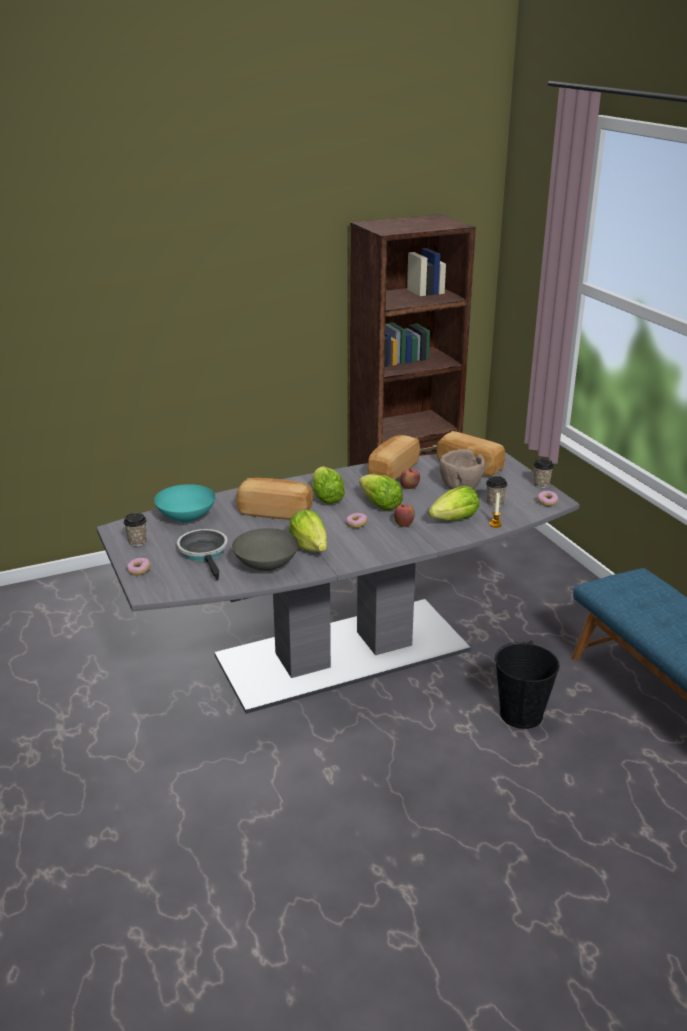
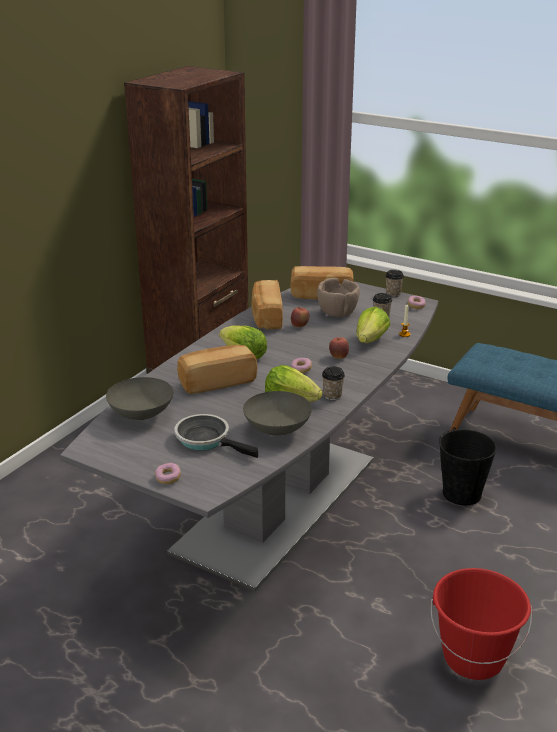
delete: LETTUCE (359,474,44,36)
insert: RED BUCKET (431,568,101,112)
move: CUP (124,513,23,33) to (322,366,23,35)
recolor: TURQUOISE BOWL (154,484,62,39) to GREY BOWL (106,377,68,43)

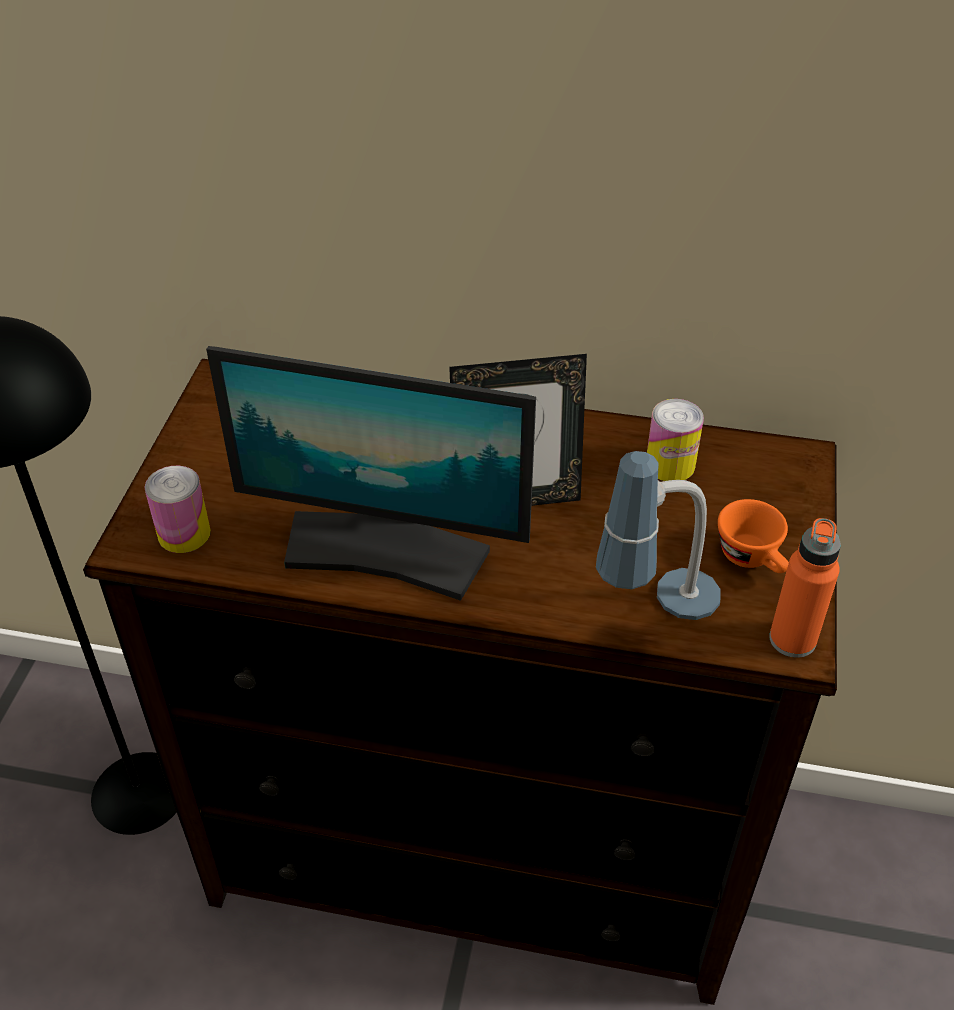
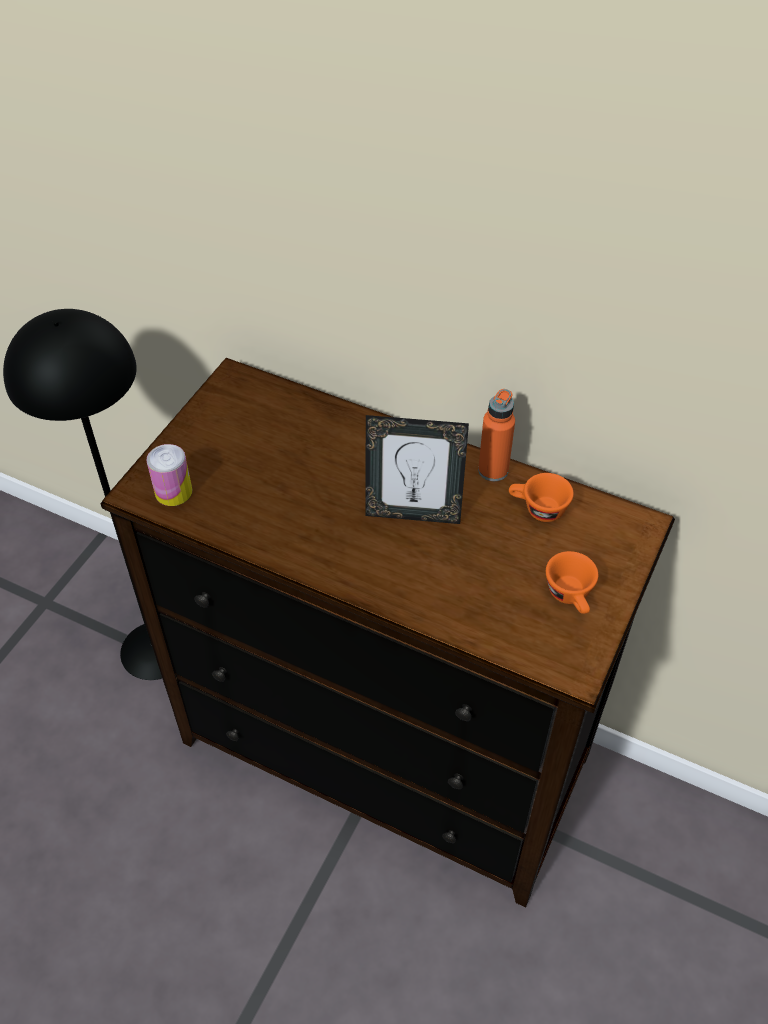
delete: MONITOR (206,346,330,255); TABLE LAMP (596,451,125,169)
move: ORANGE BOTTLE (769,518,72,140) to (478,389,37,92)
replace: CAN (647,399,57,82) to ORANGE CUP (509,473,65,49)

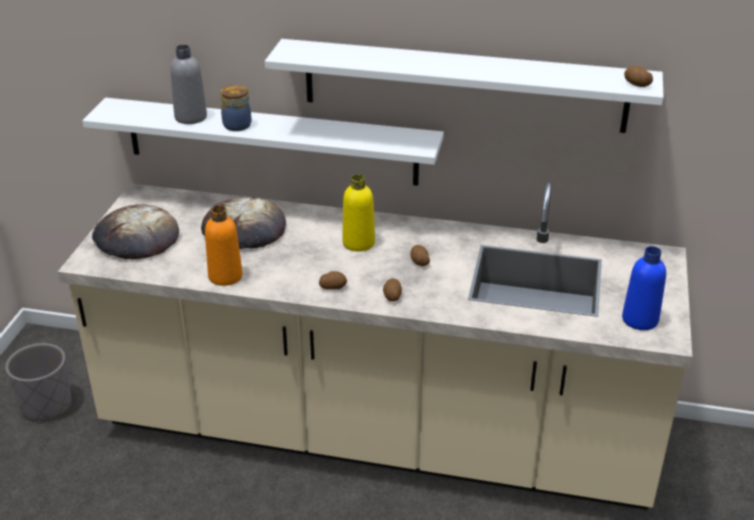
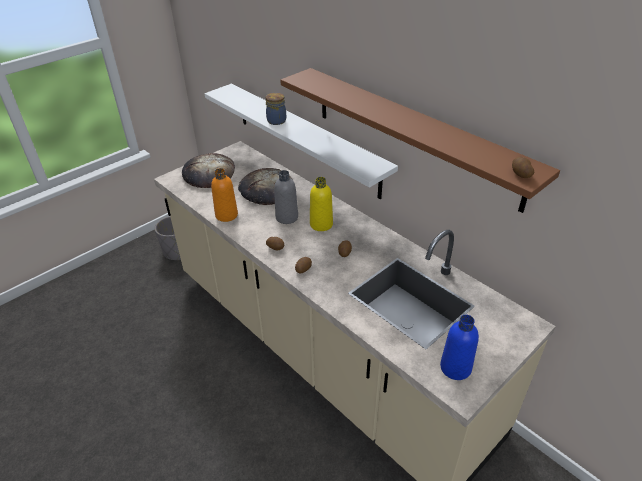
move: GREY BOTTLE (170,45,37,79) to (274,170,24,54)
recolor: WHITE SHELF (265,39,399,94) to BROWN SHELF (280,68,280,145)

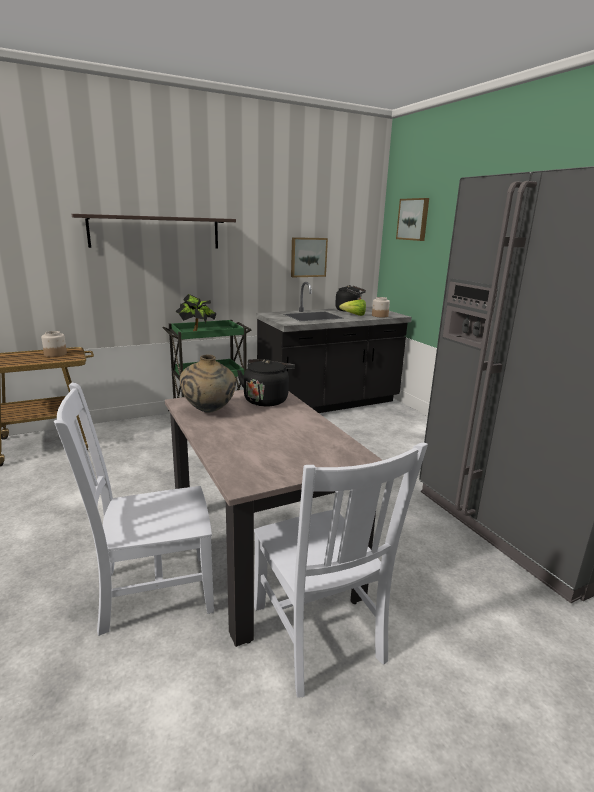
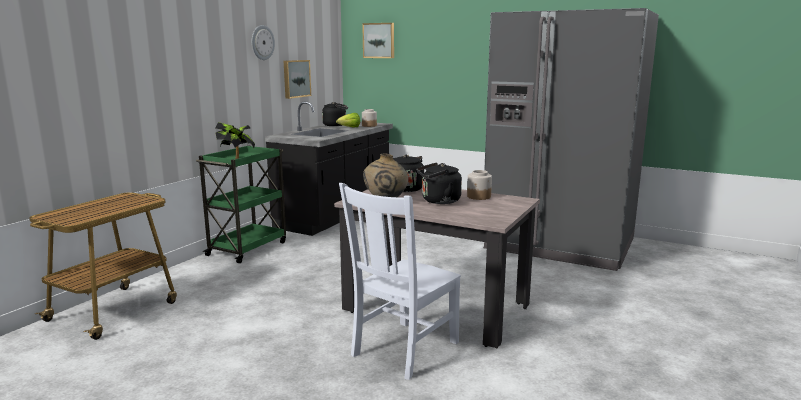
delete: SHELF (71,214,165,35); WHITE CHAIR (254,443,174,255)
insert: WALL CLOCK (252,25,23,35); BLACK KETTLE (417,162,45,42)
move: JAR (41,331,26,26) to (467,170,25,30)

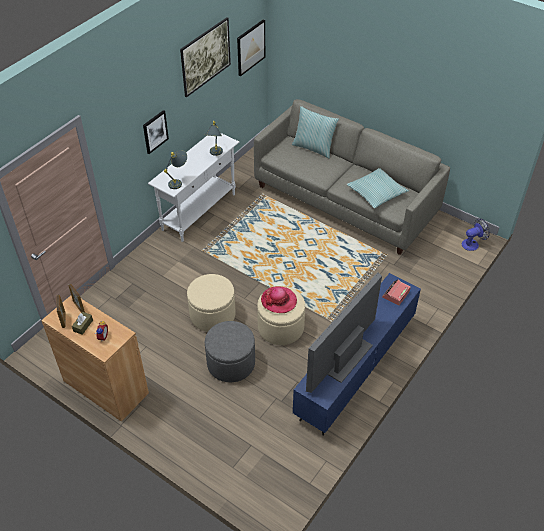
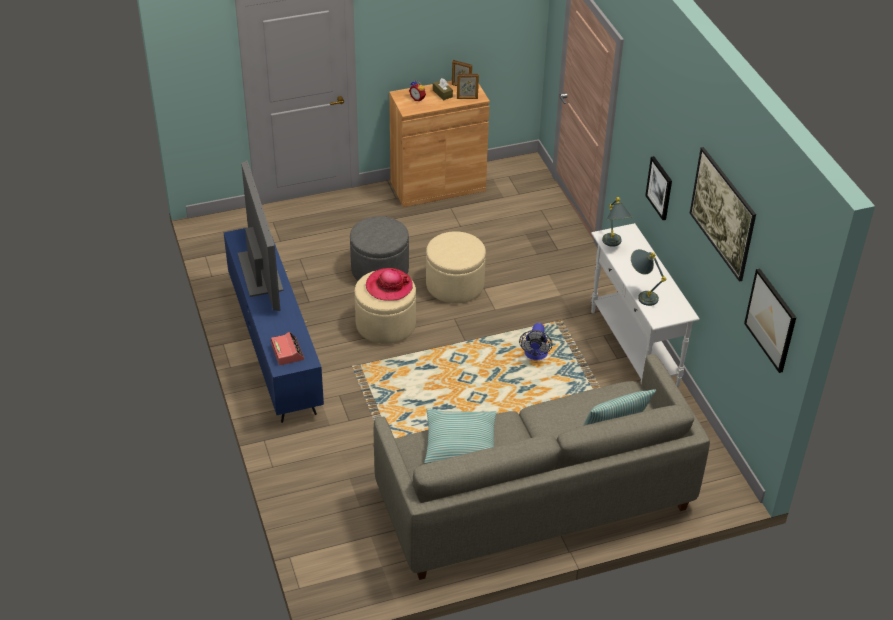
move: FAN (462,218,28,33) to (519,323,33,37)

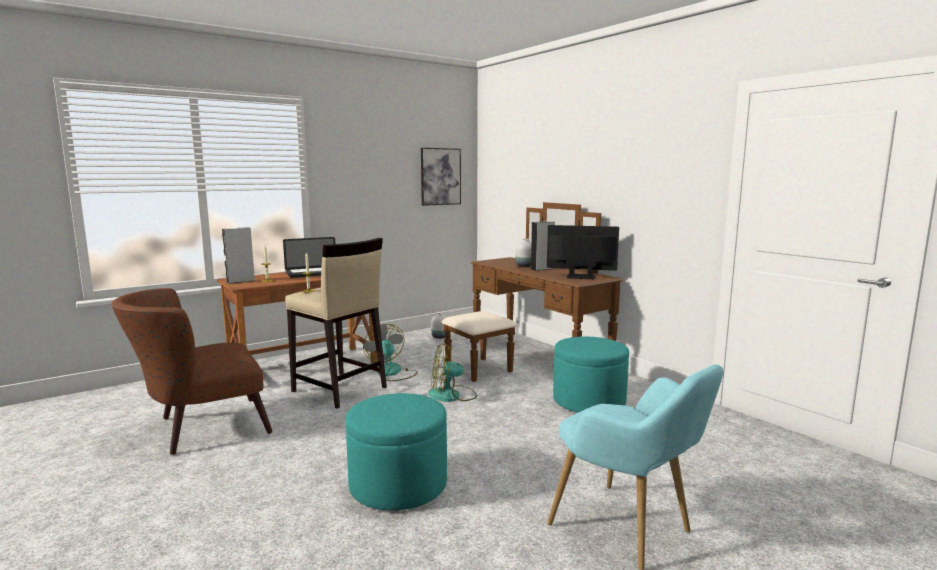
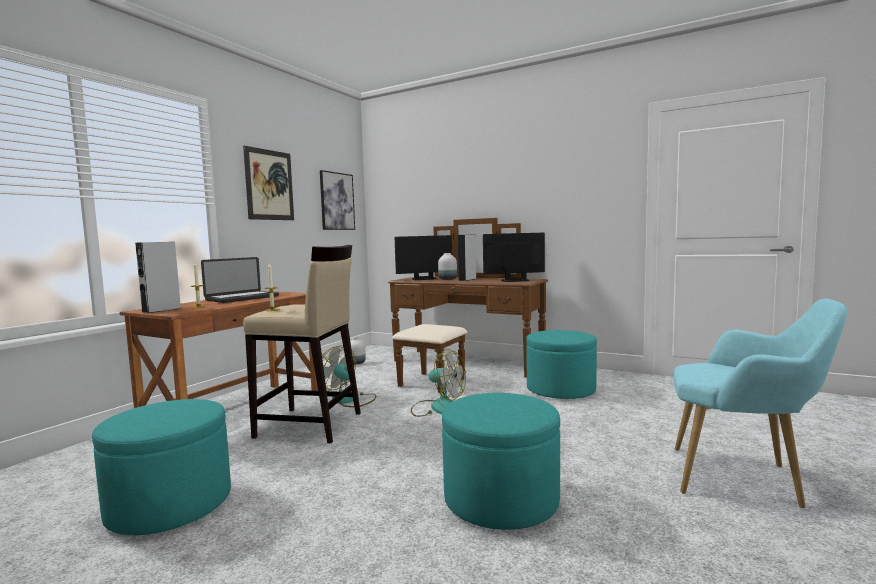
insert: PICTURE (243,146,51,74); MONITOR (395,235,57,45)
replace: BROWN ARMCHAIR (111,288,162,167) to TURQUOISE OTTOMAN (92,399,139,136)
rotate: FAN (428,343,49,59) = (411,349,55,68) 120 degrees counterclockwise

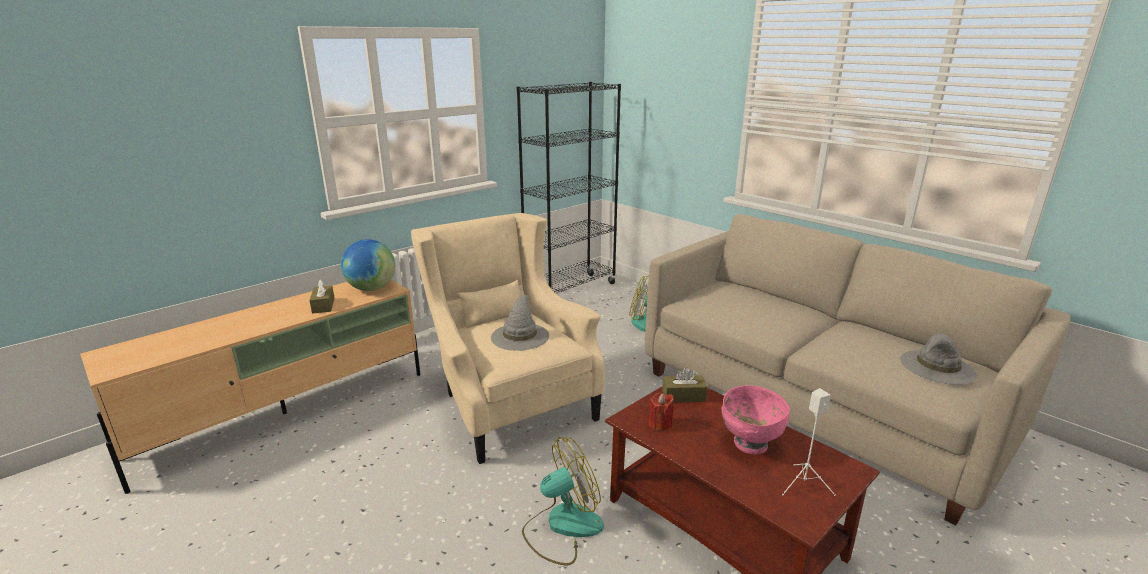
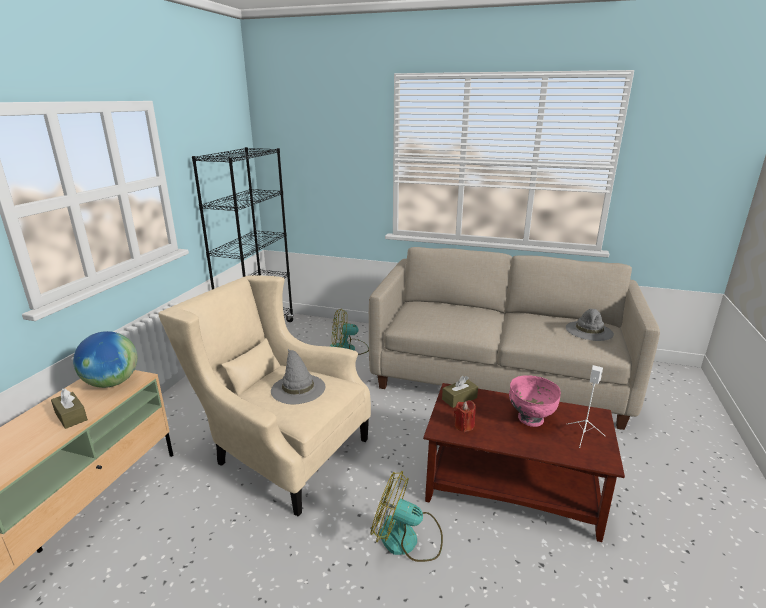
rotate: FAN (522,437,82,128) = (371,471,72,91) 105 degrees counterclockwise

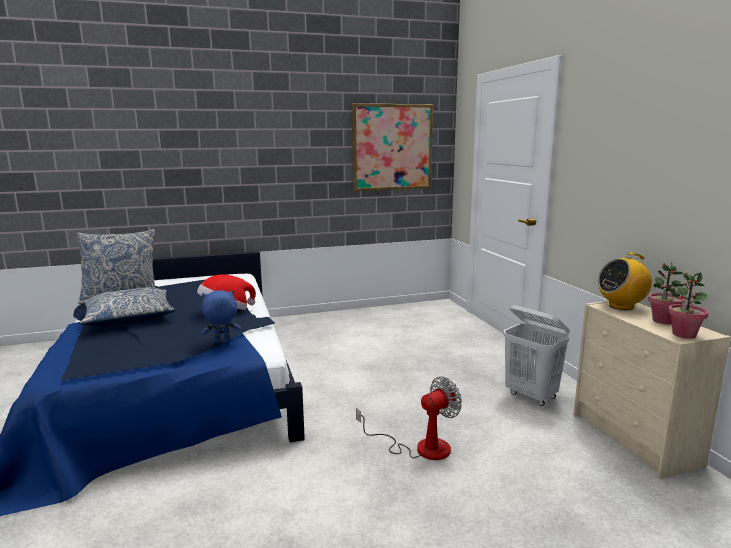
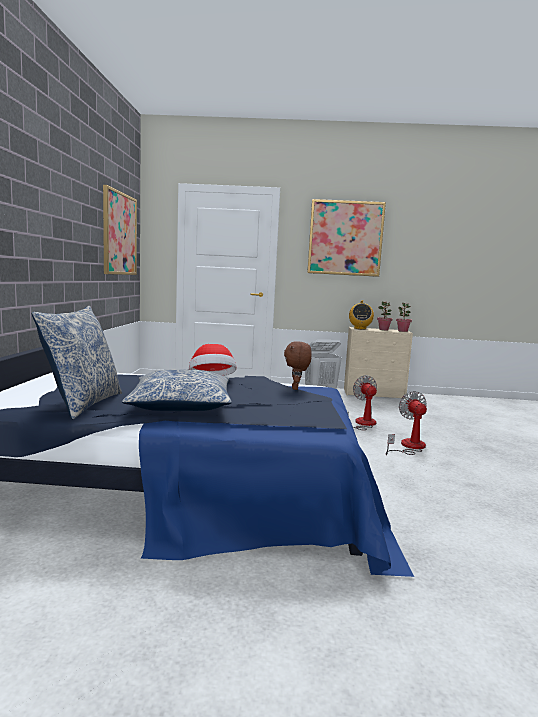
insert: PICTURE (307,199,79,78); FAN (386,391,41,64)
recolor: BLUE PLUSH TOY (202,290,39,53) to BROWN PLUSH TOY (284,341,28,49)

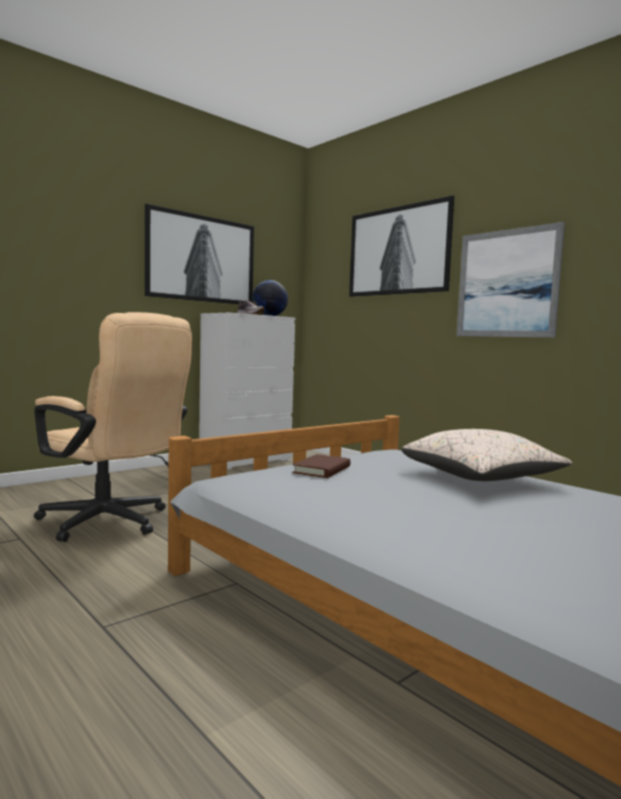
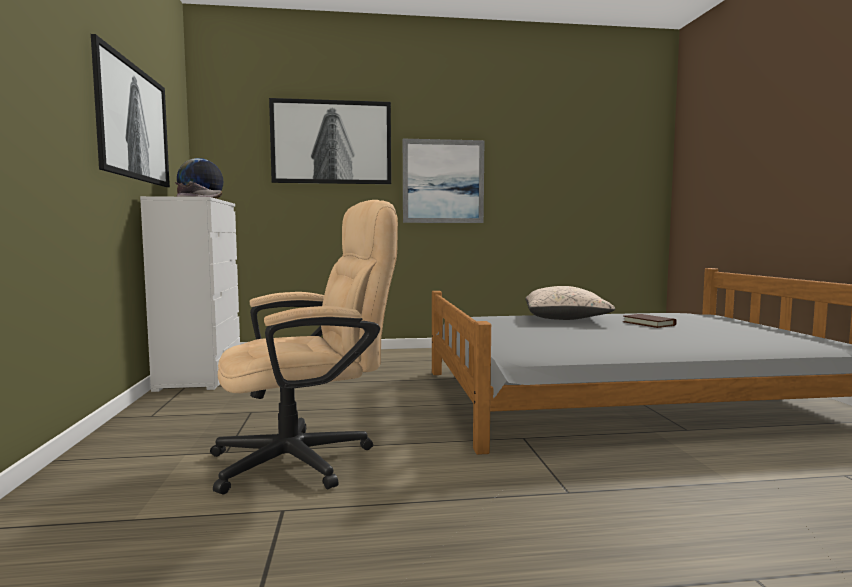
move: BROWN BOOK (292,454,58,24) to (623,314,54,14)

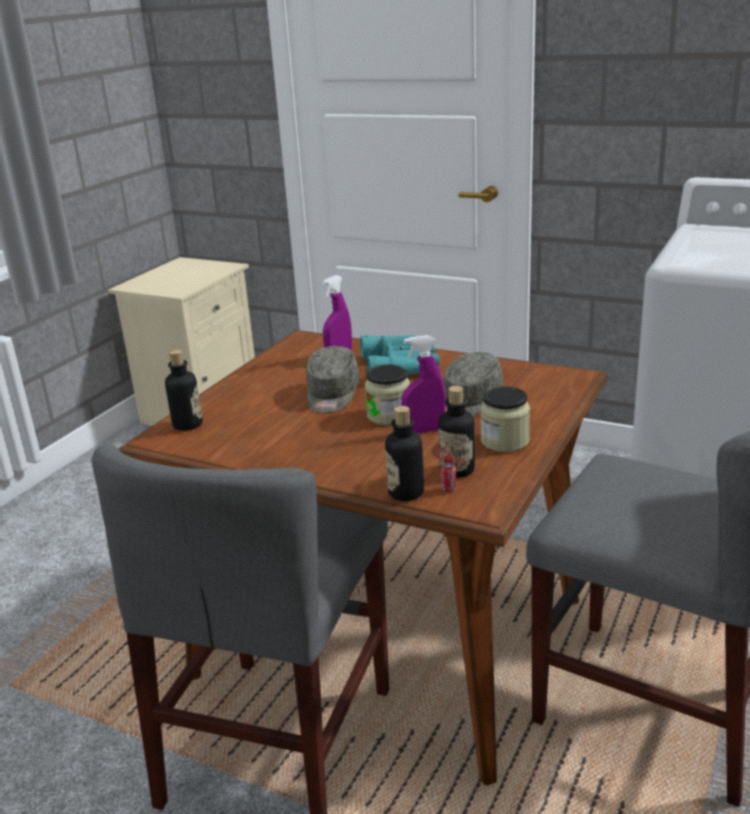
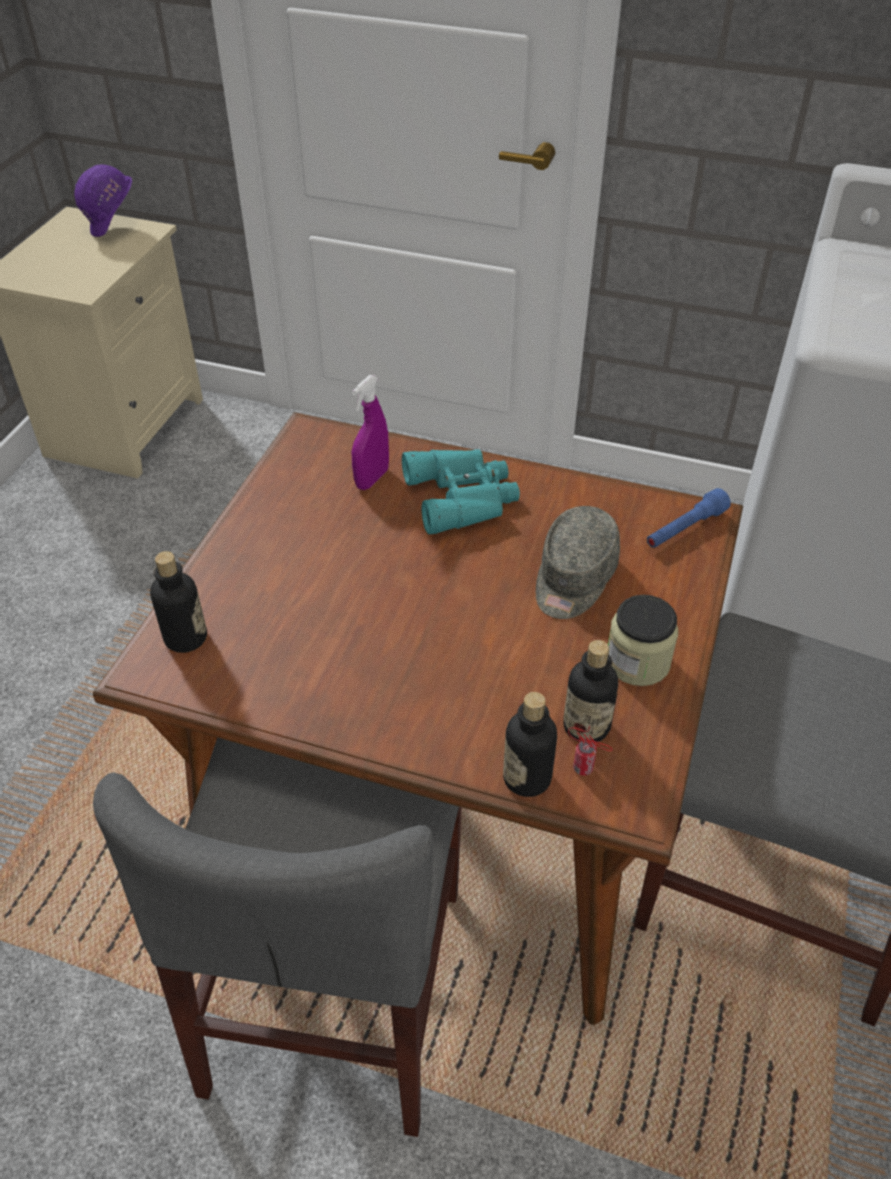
delete: GREY CAP (306,346,53,67); JAR (365,365,45,60); PURPLE SPRAY BOTTLE (401,335,45,99)
insert: PURPLE HARD HAT (74,164,58,73); BLUE FLASHLIGHT (647,488,84,60)

